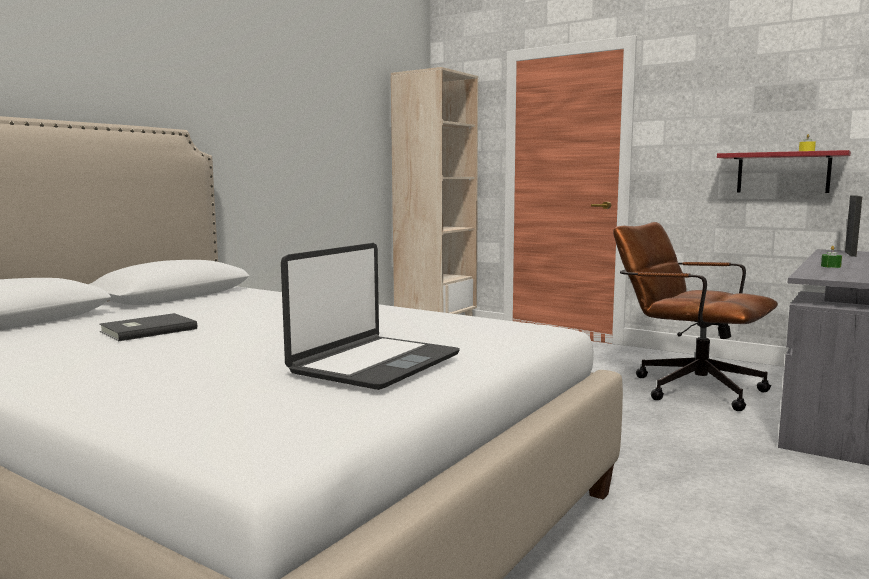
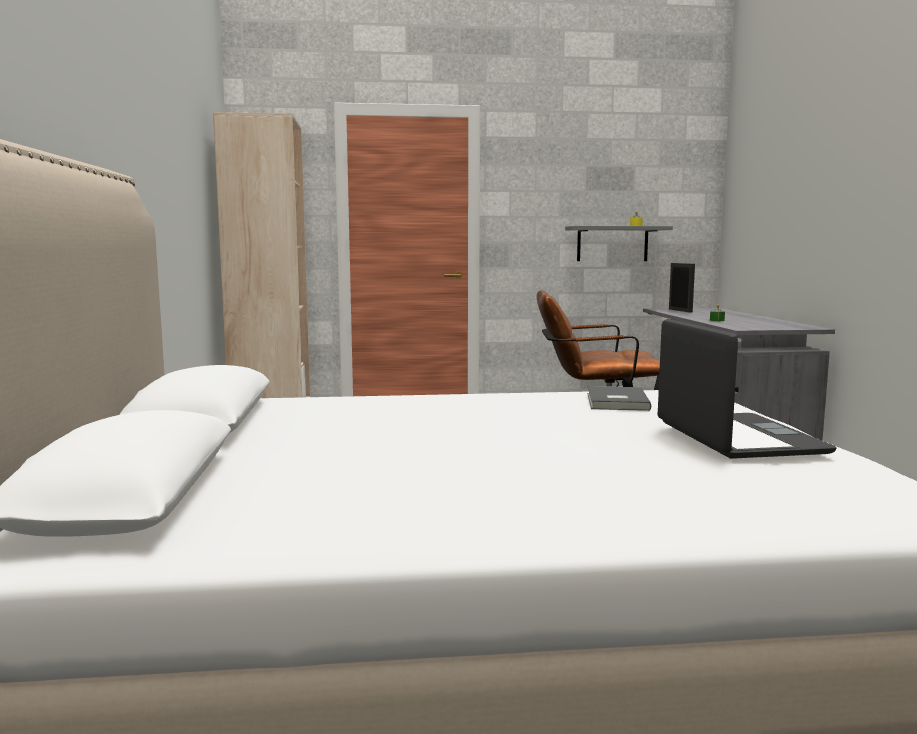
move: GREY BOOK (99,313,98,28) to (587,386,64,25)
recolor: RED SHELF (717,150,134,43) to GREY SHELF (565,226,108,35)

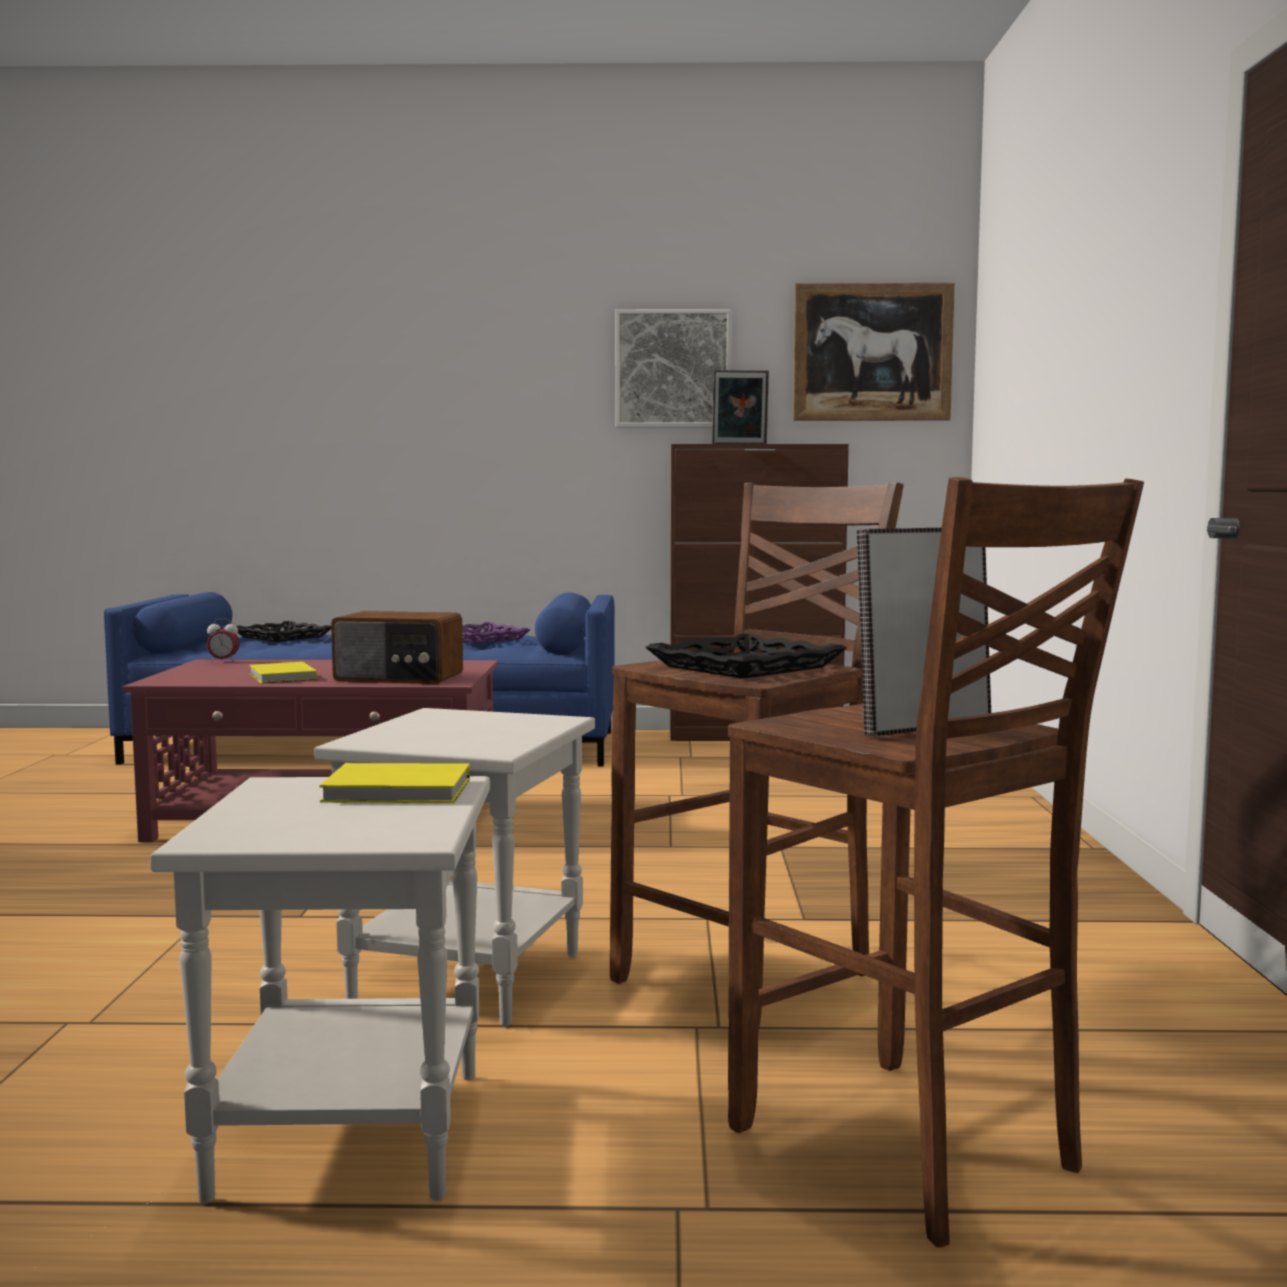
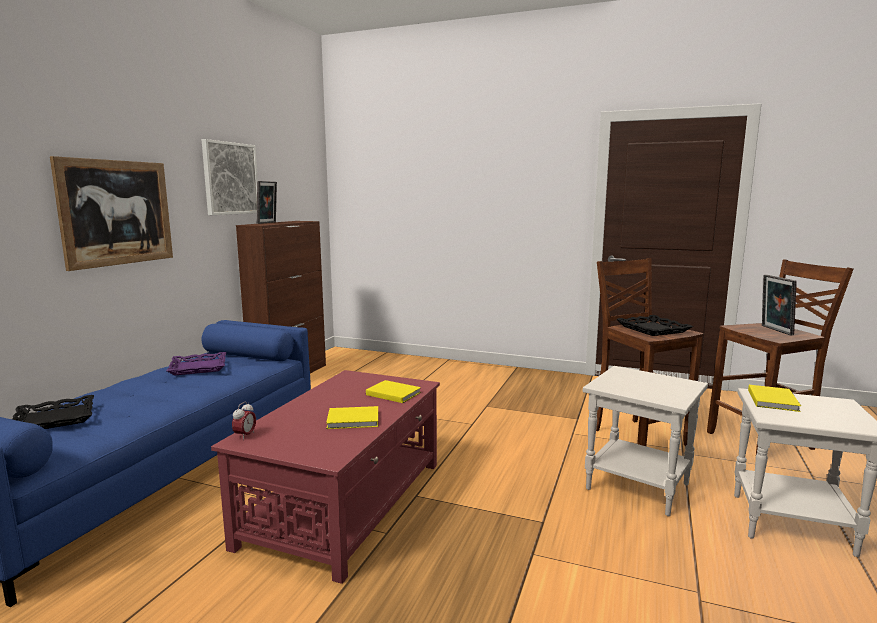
move: PICTURE (793,283,162,138) to (50,156,123,115)
replace: RADIO (331,611,132,73) to YELLOW BOOK (366,380,55,23)

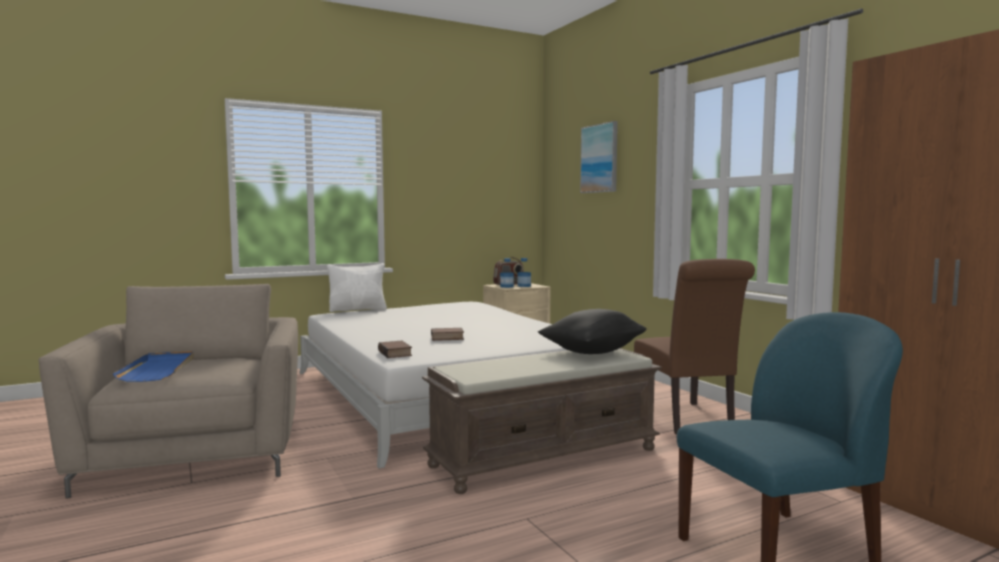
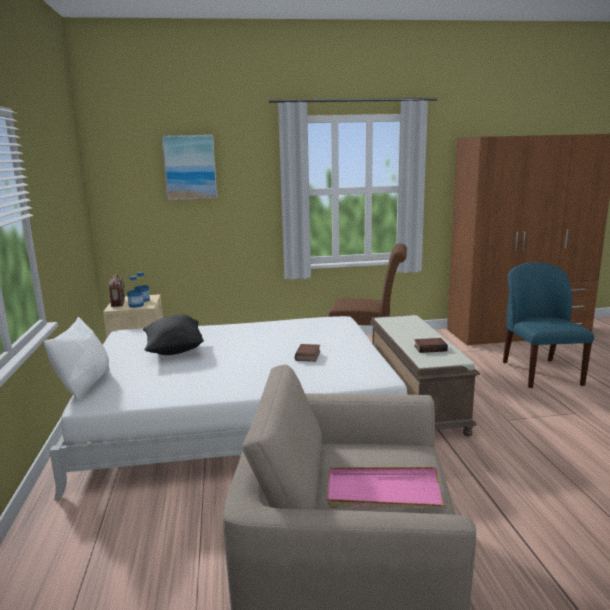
move: BOOK (378,341,34,17) to (414,338,34,15); BLACK PILLOW (538,309,109,45) to (143,315,61,40)
recolor: BLUE TRAY (113,351,81,31) to PINK TRAY (327,467,119,41)

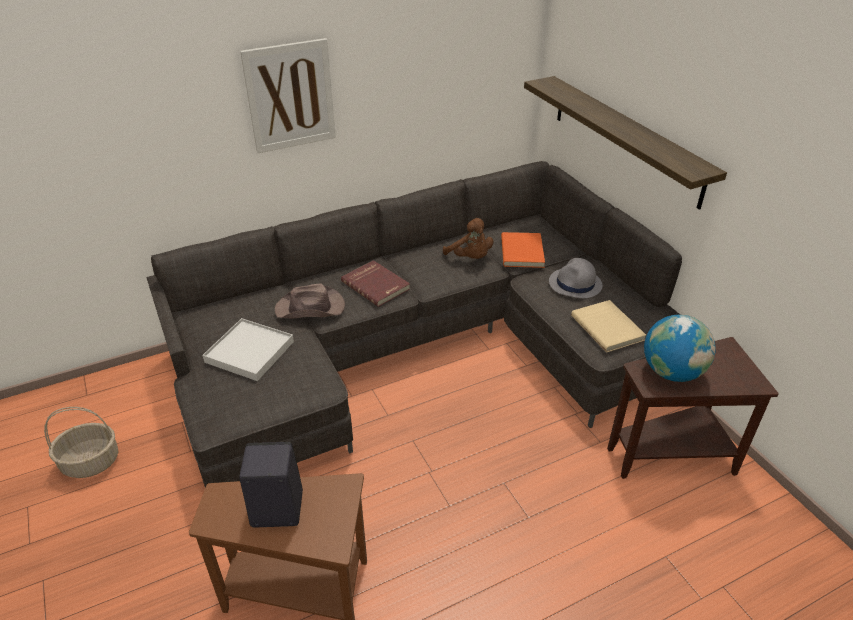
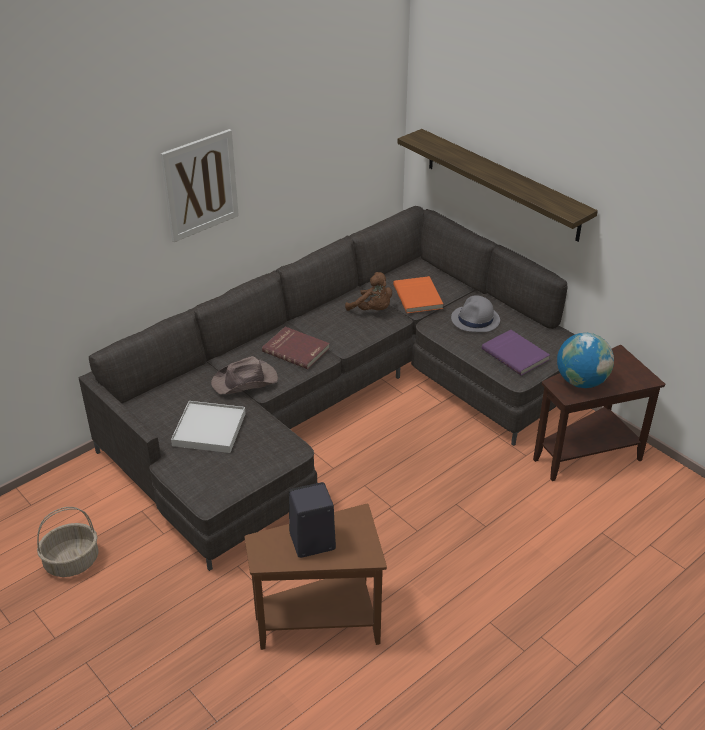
recolor: BEIGE BOOK (571,300,75,53) to PURPLE BOOK (482,330,68,46)

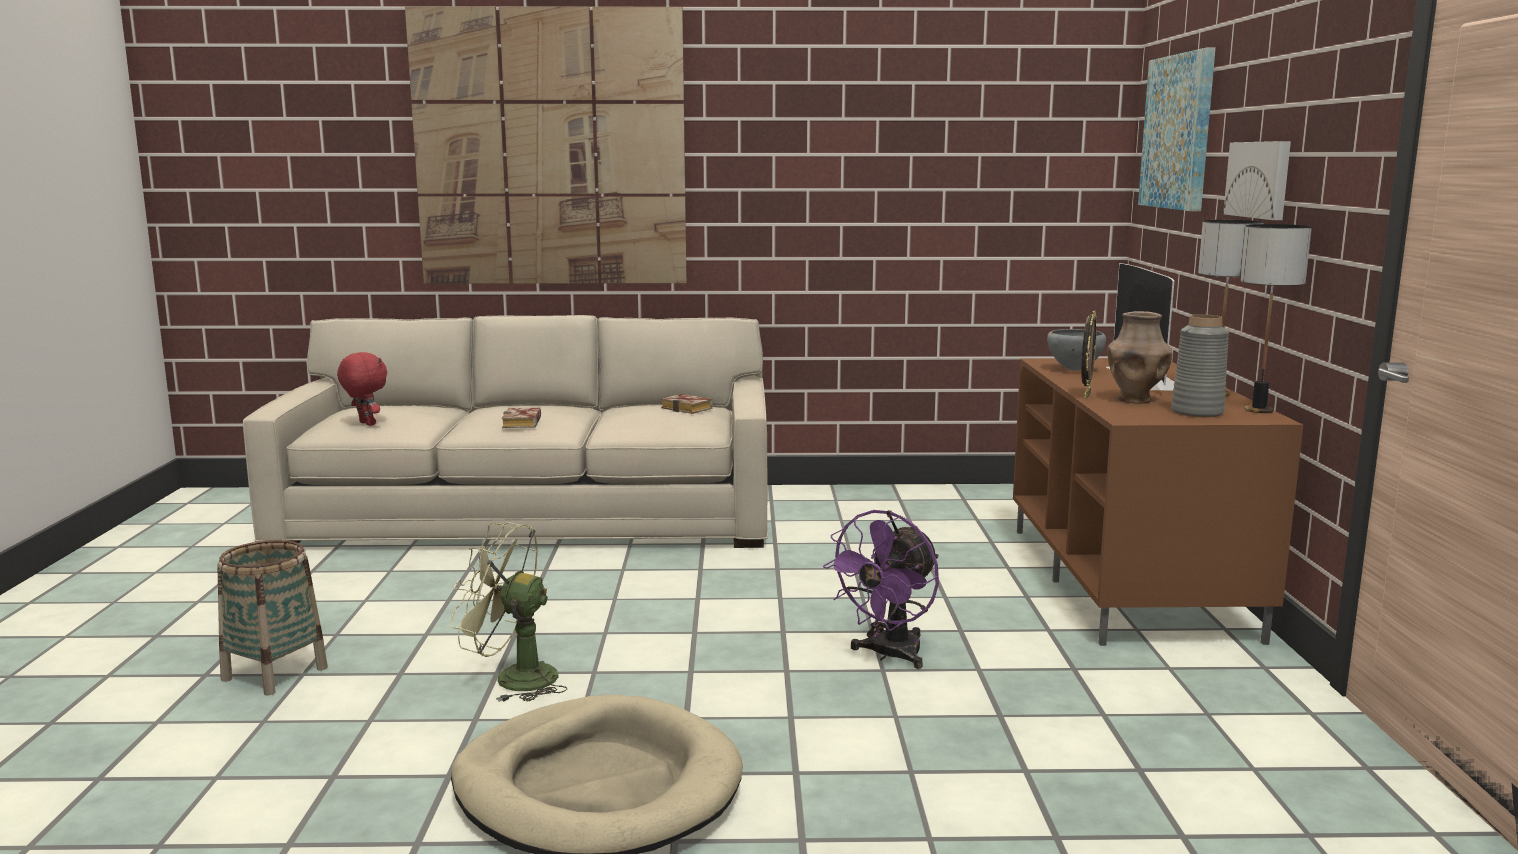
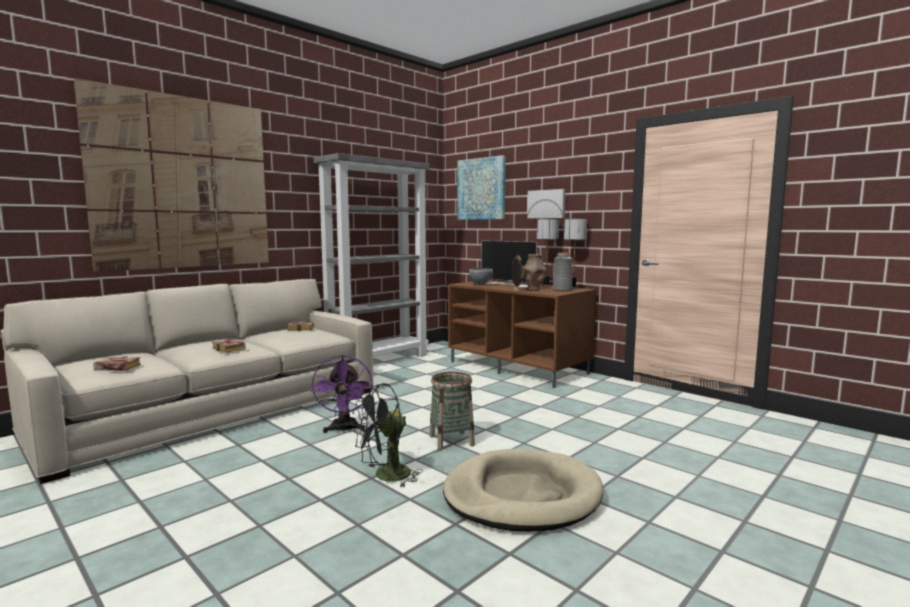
insert: GREY BOOKCASE (313,153,117,204)
move: BASKET (217,540,111,155) to (430,372,45,78); PURPLE FAN (823,510,116,159) to (311,355,62,78)
replace: RED PLUSH TOY (337,352,50,74) to BOOK (93,356,48,15)
recolor: GREEN FAN (450,522,117,180) to BLACK FAN (353,383,70,105)

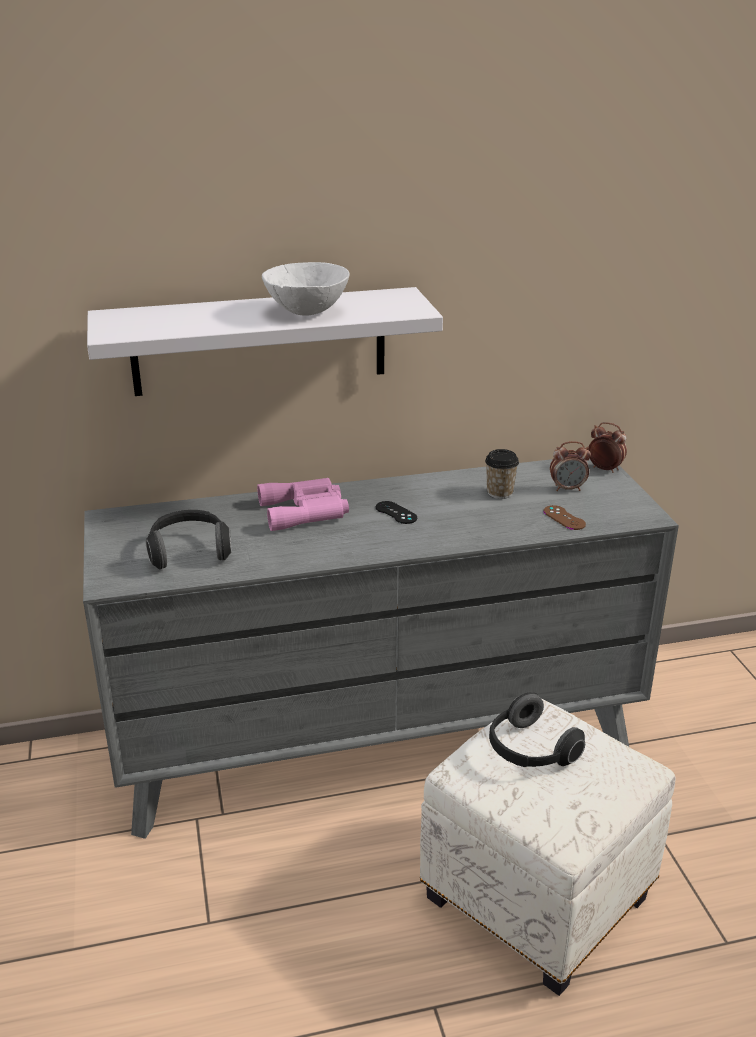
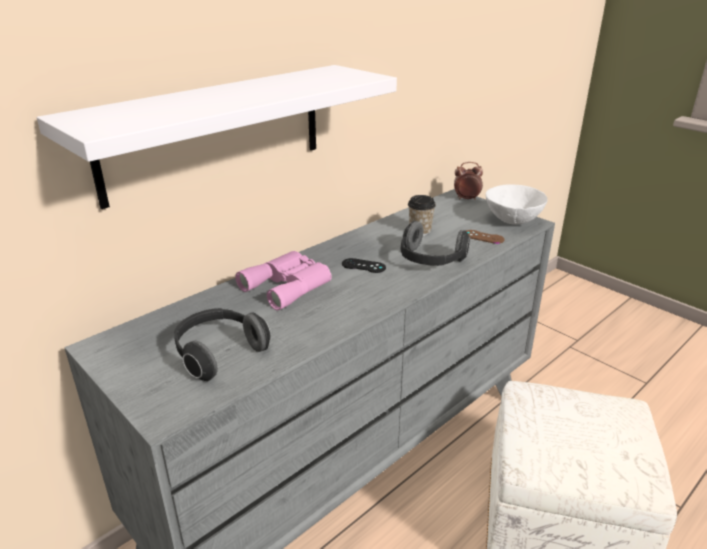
delete: ALARM CLOCK (550,441,41,50)
move: WHITE BOWL (262,262,87,54) to (486,184,62,41); HEADPHONES (489,692,96,75) to (400,221,70,45)

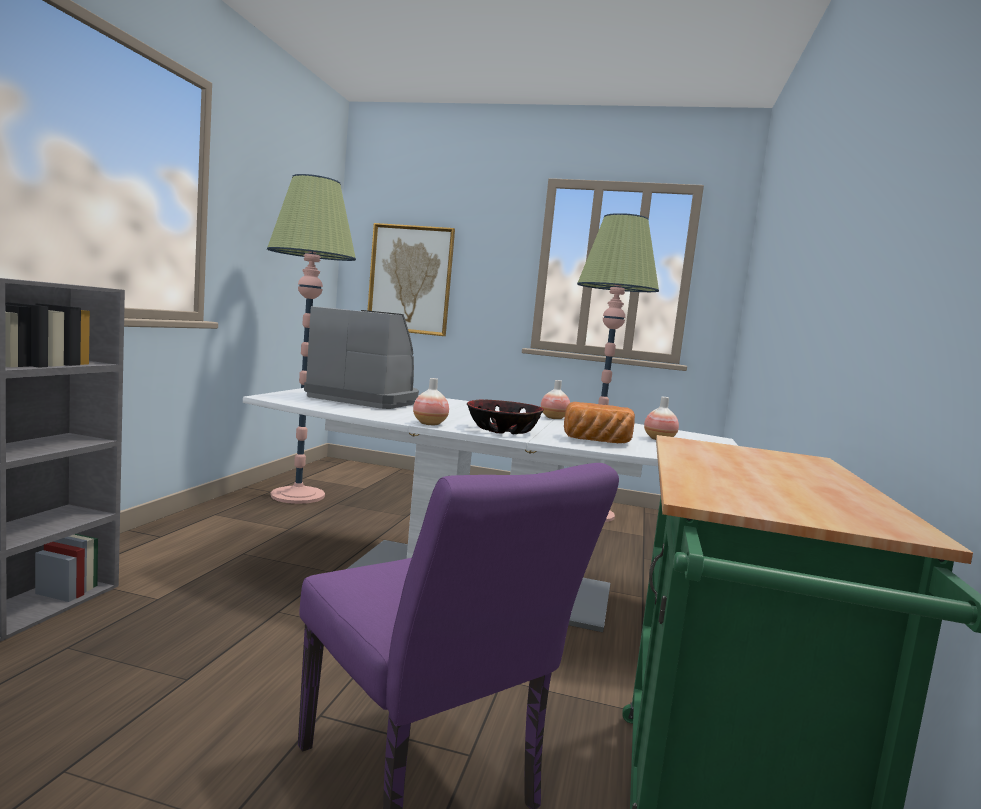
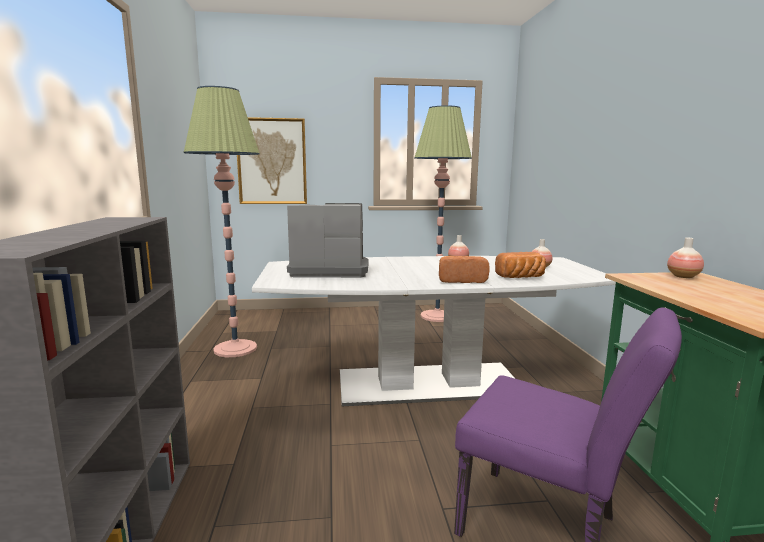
move: VASE (413,378,36,47) to (667,238,37,40)
replace: BOWL (467,400,77,34) to BREAD (439,256,51,27)

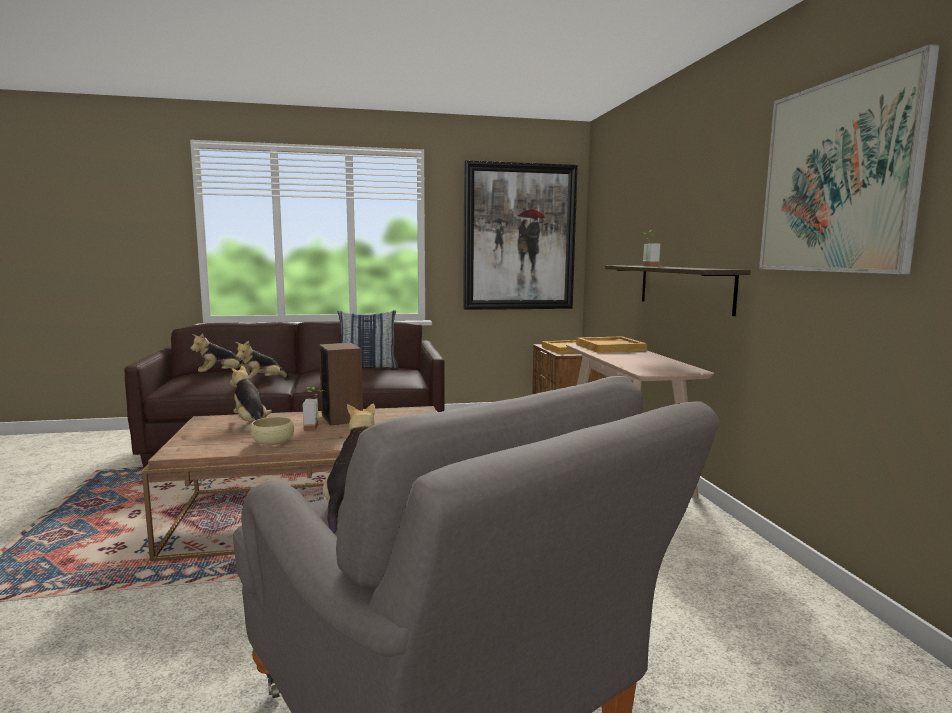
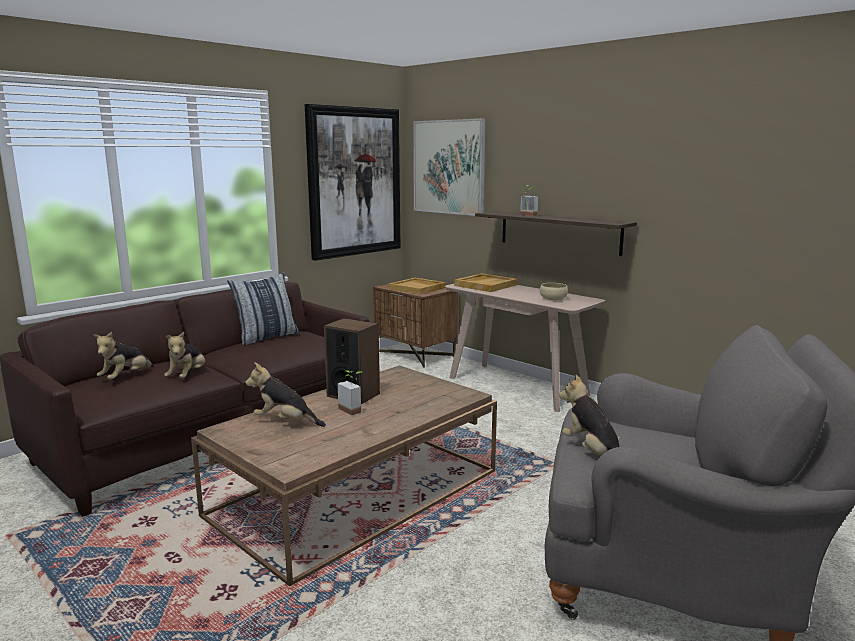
move: BEIGE BOWL (250,417,44,28) to (540,283,28,17); PICTURE (759,44,181,230) to (413,118,73,98)

